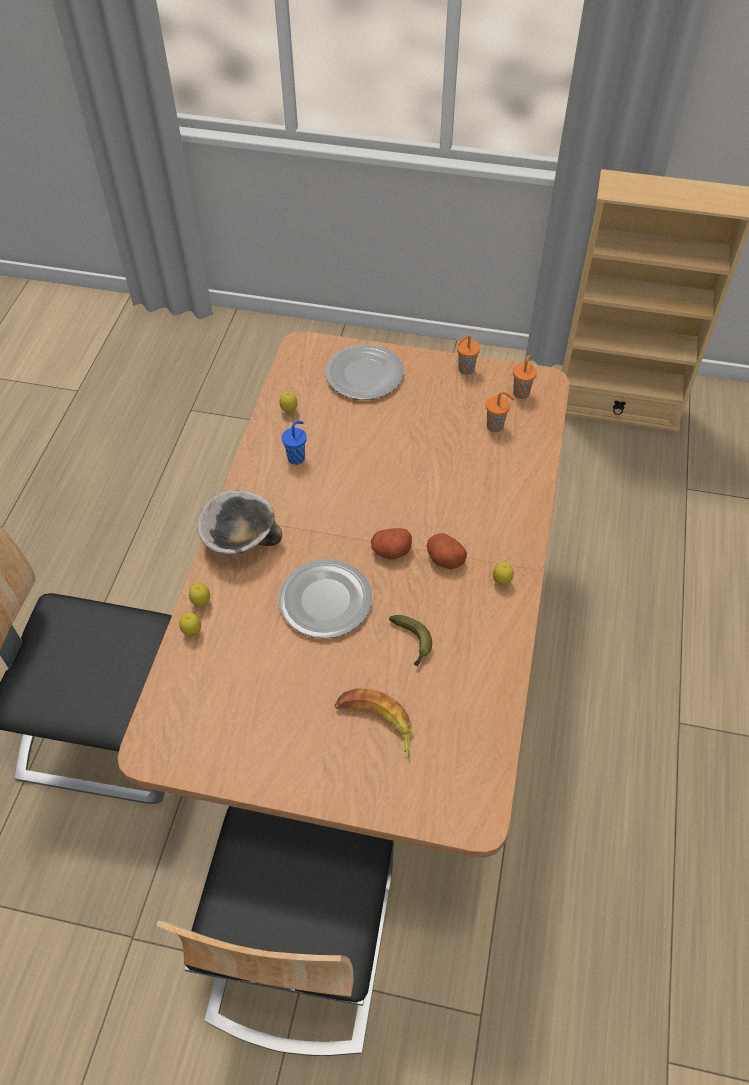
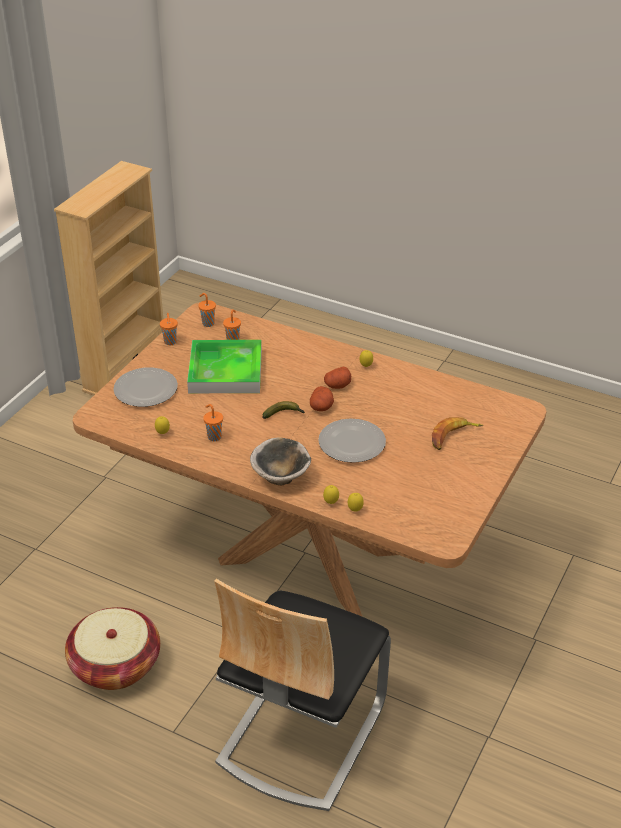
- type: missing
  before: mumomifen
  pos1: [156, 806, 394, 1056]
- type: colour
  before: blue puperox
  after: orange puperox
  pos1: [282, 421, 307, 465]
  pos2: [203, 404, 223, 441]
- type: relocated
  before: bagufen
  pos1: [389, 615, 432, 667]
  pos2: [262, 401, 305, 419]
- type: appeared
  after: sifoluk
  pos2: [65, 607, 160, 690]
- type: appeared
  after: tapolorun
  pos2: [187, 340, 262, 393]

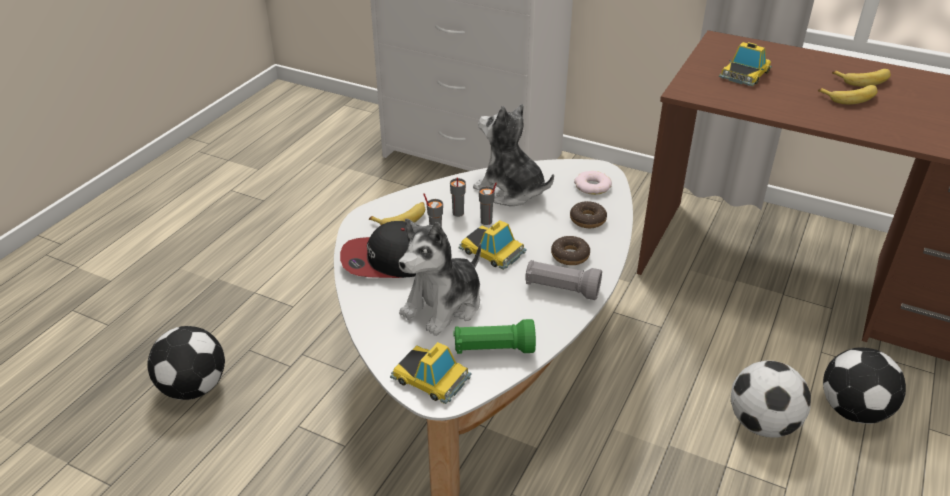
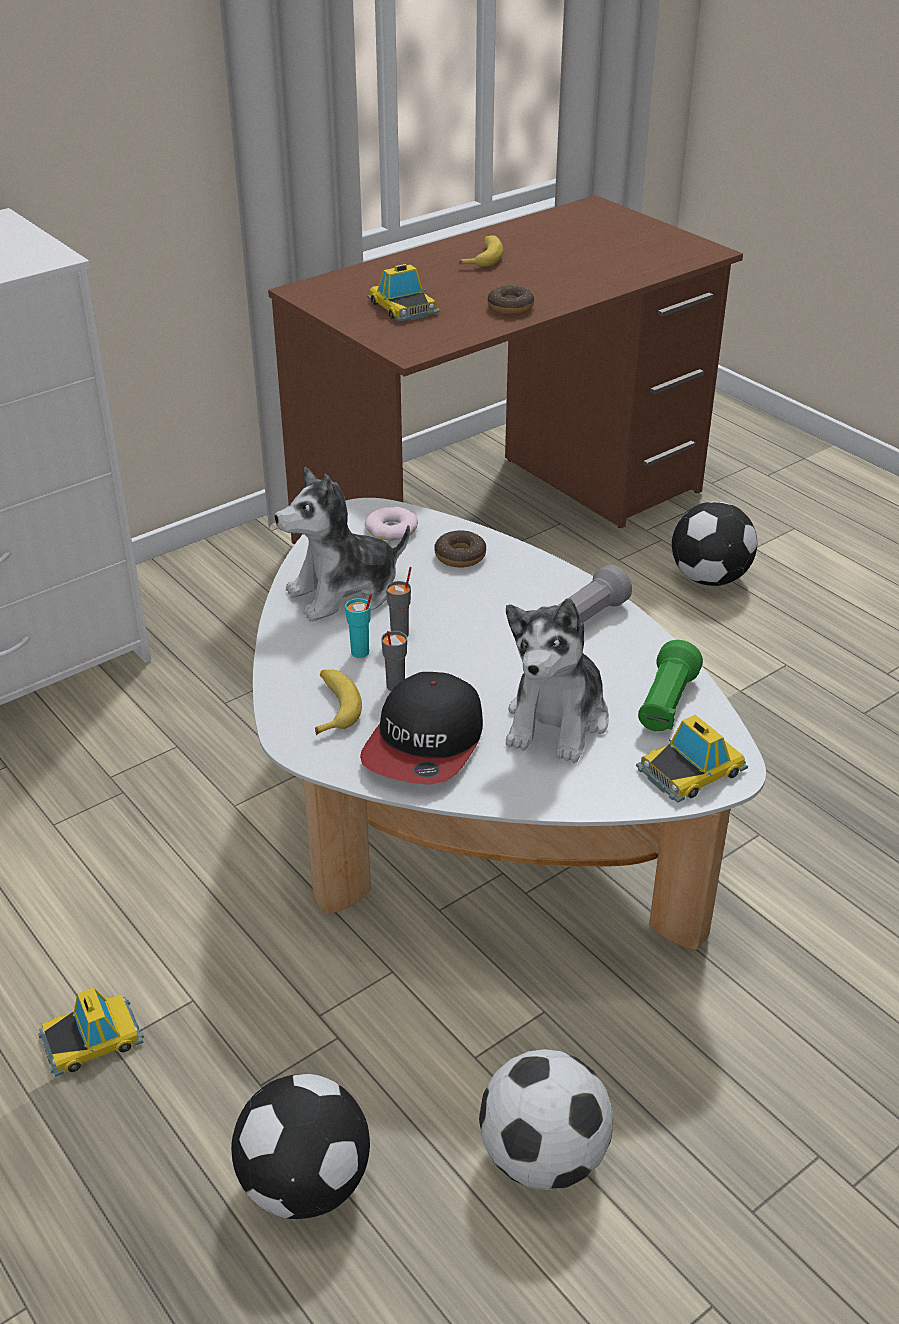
- type: spun
  before: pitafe
  pos1: [399, 219, 481, 336]
  pos2: [506, 598, 609, 763]
  turn: 45
- type: colour
  before: grey puperox
  after: turquoise puperox
  pos1: [450, 177, 466, 217]
  pos2: [345, 593, 372, 658]
- type: relocated
  before: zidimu
  pos1: [458, 220, 527, 270]
  pos2: [38, 987, 144, 1077]
- type: relocated
  before: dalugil
  pos1: [551, 236, 590, 265]
  pos2: [487, 285, 534, 315]
- type: relocated
  before: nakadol
  pos1: [731, 361, 811, 438]
  pos2: [479, 1049, 613, 1190]
- type: missing
  before: bagufen
  pos1: [818, 85, 878, 105]

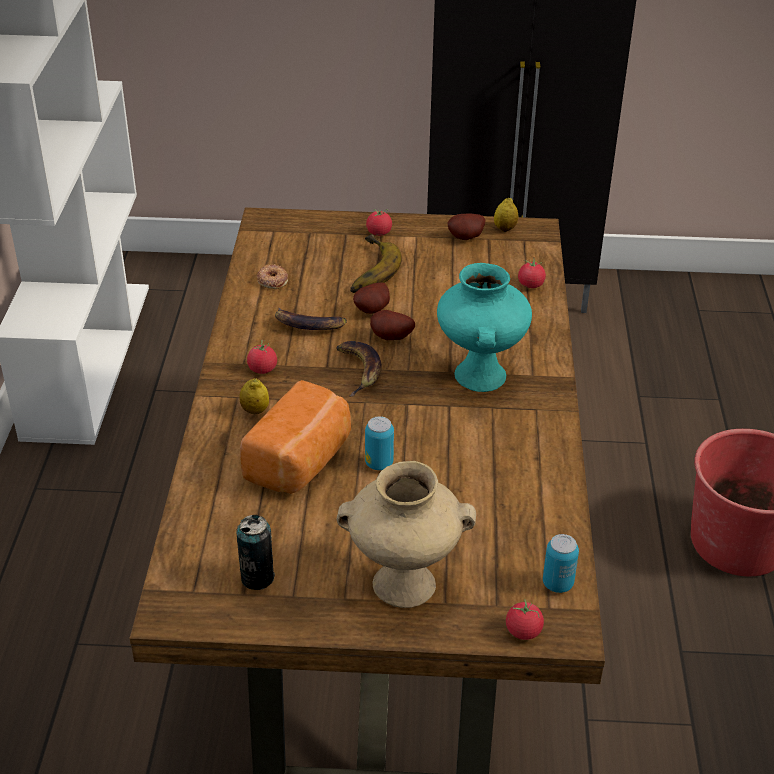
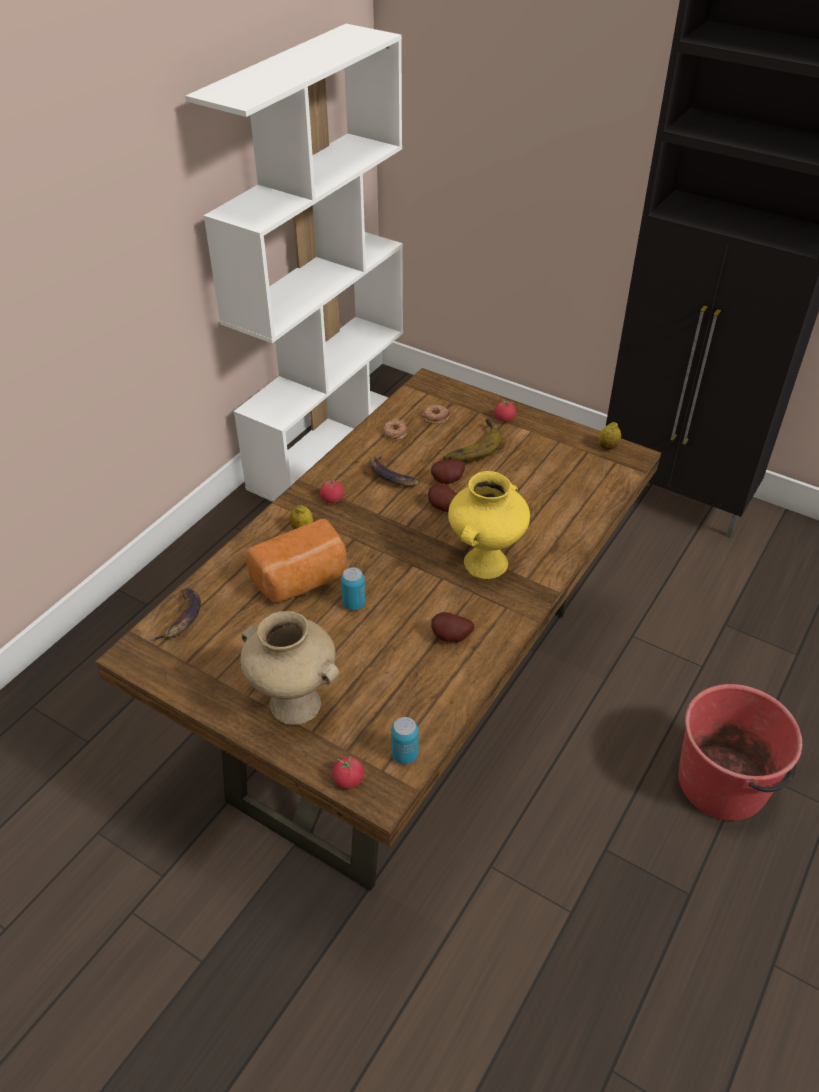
- type: missing
  before: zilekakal
  pos1: [236, 515, 275, 590]
- type: relocated
  before: bagufen
  pos1: [336, 341, 382, 397]
  pos2: [150, 588, 201, 641]
- type: colour
  before: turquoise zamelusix
  after: yellow zamelusix
  pos1: [437, 263, 532, 392]
  pos2: [448, 471, 530, 579]
- type: relocated
  before: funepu
  pos1: [448, 213, 485, 240]
  pos2: [431, 612, 474, 642]
- type: missing
  before: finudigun
  pos1: [518, 259, 546, 288]
- type: appeared
  after: dalugil
  pos2: [422, 404, 449, 424]

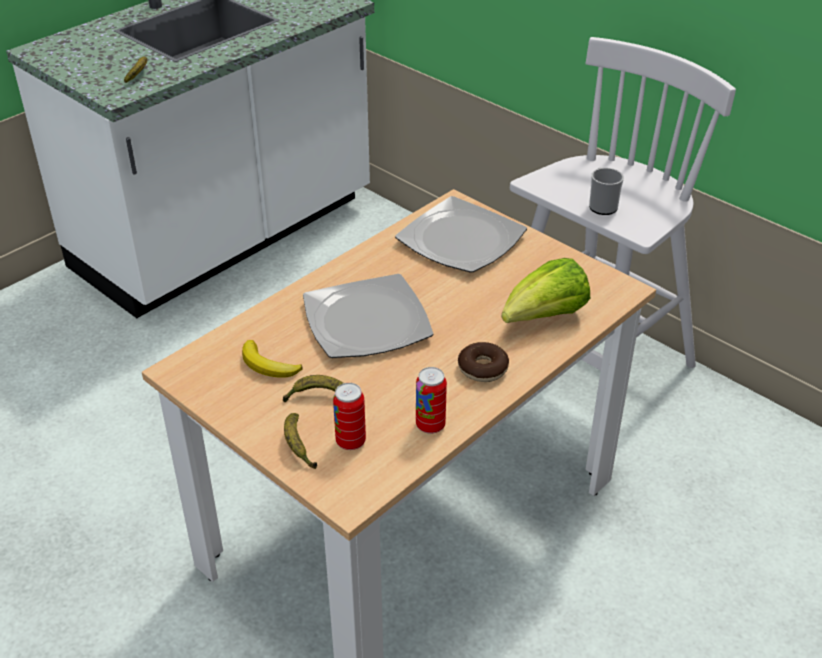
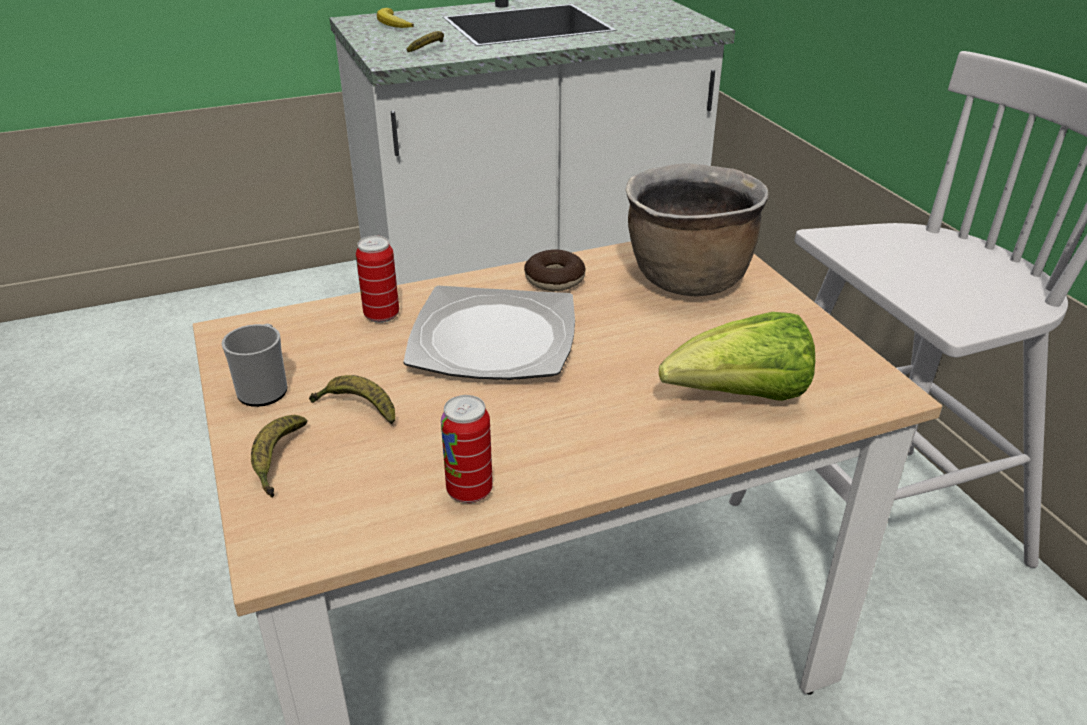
- type: relocated
  before: bagufen
  pos1: [242, 340, 303, 378]
  pos2: [377, 8, 414, 28]
- type: relocated
  before: zilekakal
  pos1: [333, 383, 366, 450]
  pos2: [356, 236, 399, 323]
- type: exchanged
  before: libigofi
  after: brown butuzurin
  pos1: [395, 196, 527, 272]
  pos2: [625, 163, 769, 296]
- type: relocated
  before: dalugil
  pos1: [458, 342, 509, 382]
  pos2: [524, 250, 586, 291]
- type: relocated
  before: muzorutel
  pos1: [589, 168, 624, 215]
  pos2: [222, 324, 287, 407]

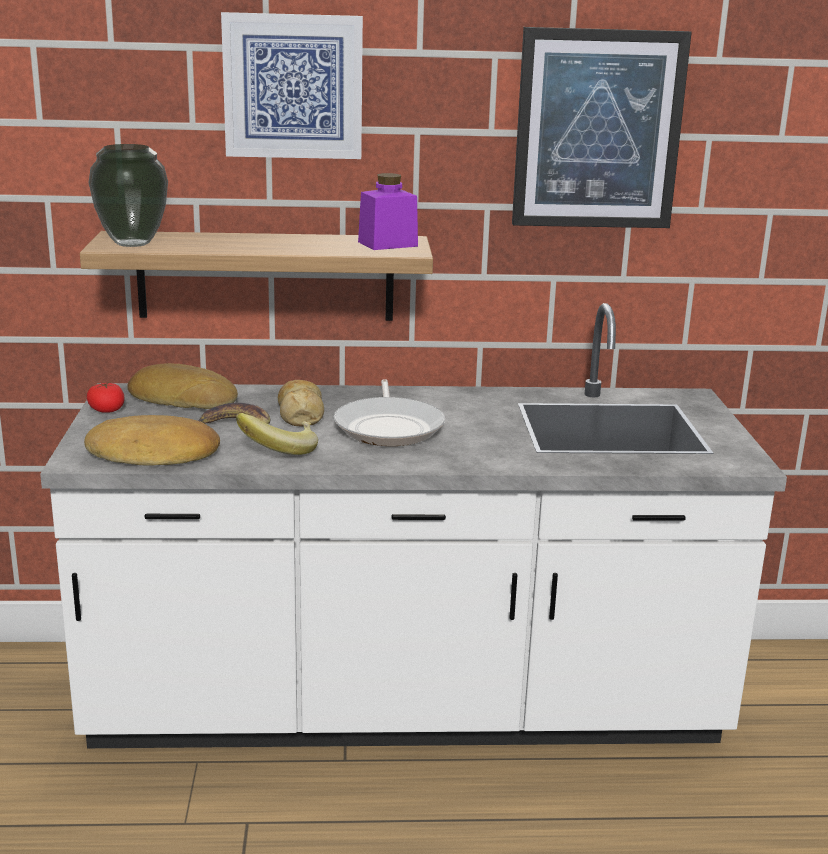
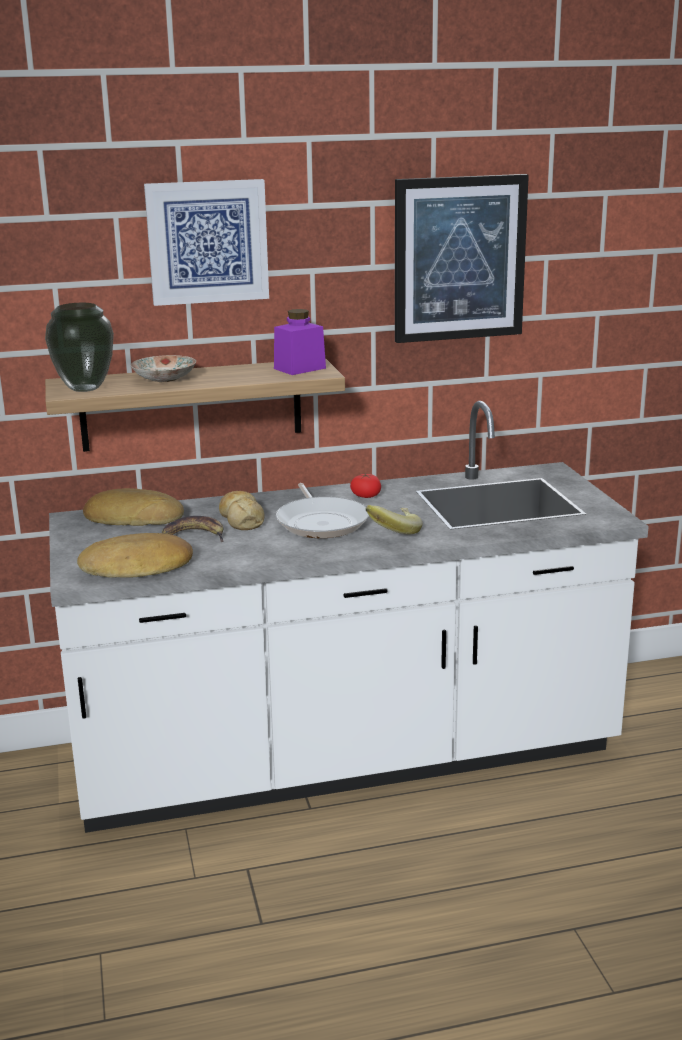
- type: relocated
  before: finudigun
  pos1: [87, 382, 125, 413]
  pos2: [350, 473, 381, 498]
- type: relocated
  before: bagufen
  pos1: [236, 413, 318, 455]
  pos2: [365, 505, 422, 535]
- type: appeared
  after: libigofi
  pos2: [131, 355, 196, 382]

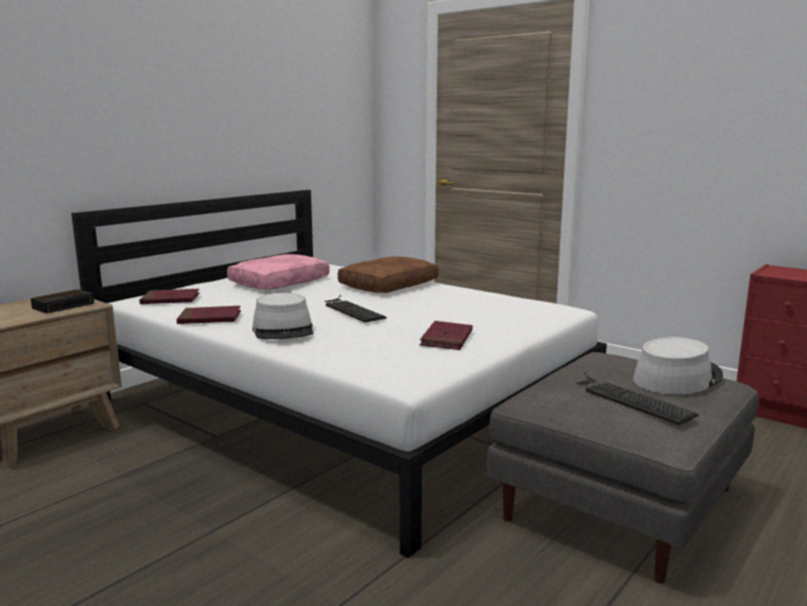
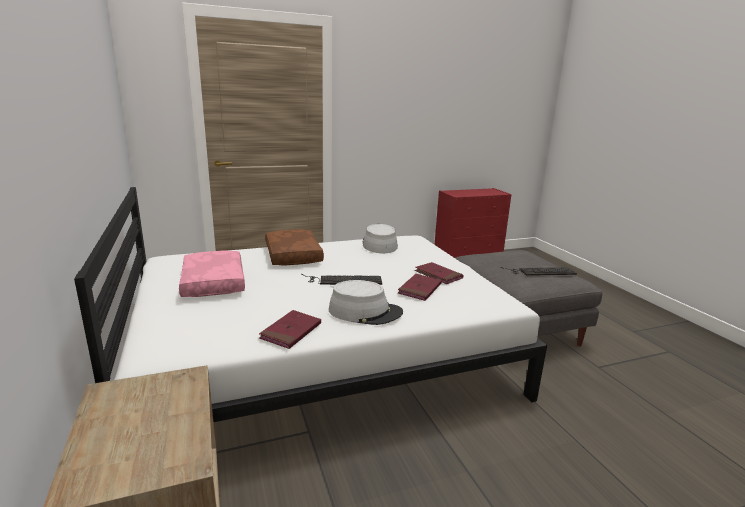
- type: missing
  before: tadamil
  pos1: [31, 289, 94, 314]
- type: relocated
  before: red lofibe
  pos1: [139, 289, 200, 304]
  pos2: [398, 274, 442, 301]
- type: relocated
  before: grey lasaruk
  pos1: [633, 337, 723, 395]
  pos2: [363, 224, 398, 253]

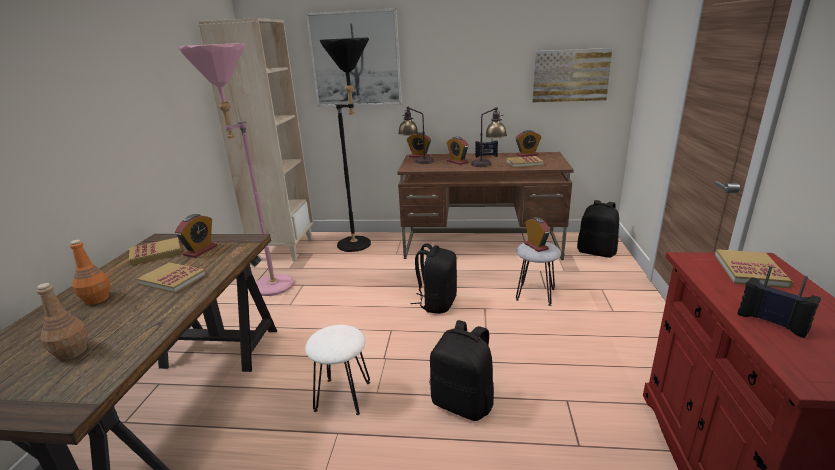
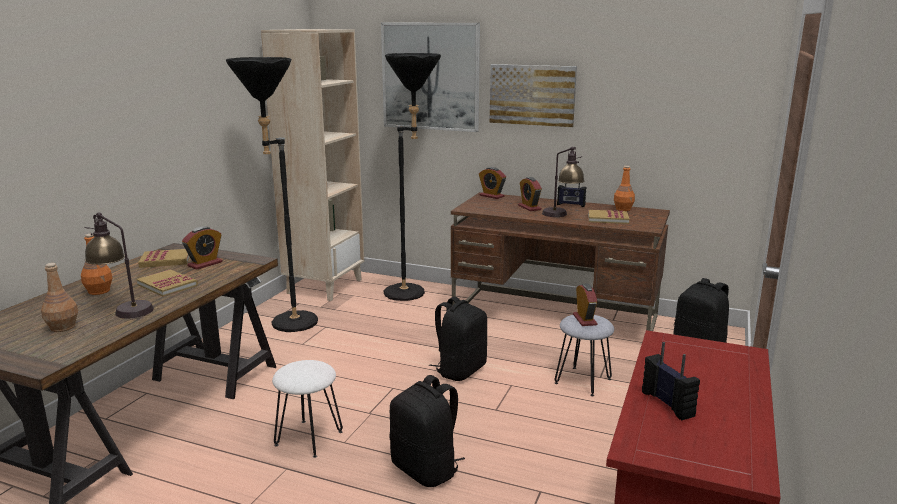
- type: colour
  before: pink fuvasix
  after: black fuvasix
  pos1: [178, 43, 294, 296]
  pos2: [226, 57, 318, 332]
- type: relocated
  before: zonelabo
  pos1: [398, 107, 434, 164]
  pos2: [85, 212, 154, 318]
- type: exchanged
  before: tadamil
  after: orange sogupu
  pos1: [516, 130, 541, 157]
  pos2: [614, 166, 635, 211]
- type: relocated
  before: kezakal
  pos1: [532, 48, 613, 102]
  pos2: [489, 64, 577, 127]
- type: missing
  before: lofibe
  pos1: [715, 249, 793, 289]

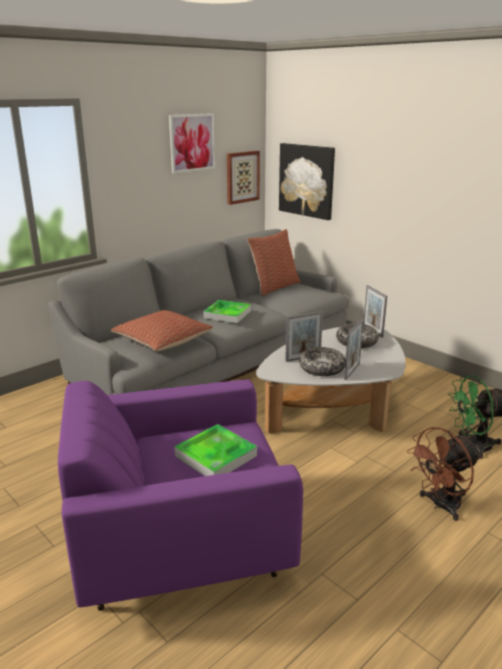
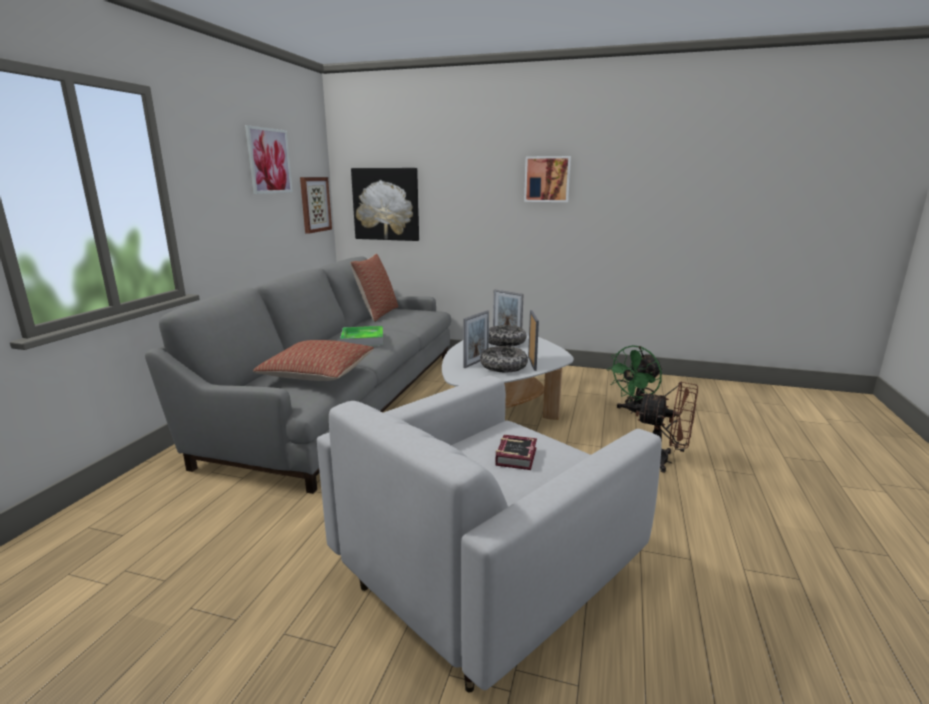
- type: colour
  before: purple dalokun
  after: white dalokun
  pos1: [58, 379, 303, 611]
  pos2: [317, 375, 662, 693]
- type: exchanged
  before: tapolorun
  after: lofibe
  pos1: [174, 424, 257, 476]
  pos2: [495, 435, 537, 470]
- type: spun
  before: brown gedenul
  pos1: [407, 427, 481, 521]
  pos2: [635, 382, 698, 473]
  turn: -90
- type: appeared
  after: kezakal
  pos2: [524, 156, 571, 202]

